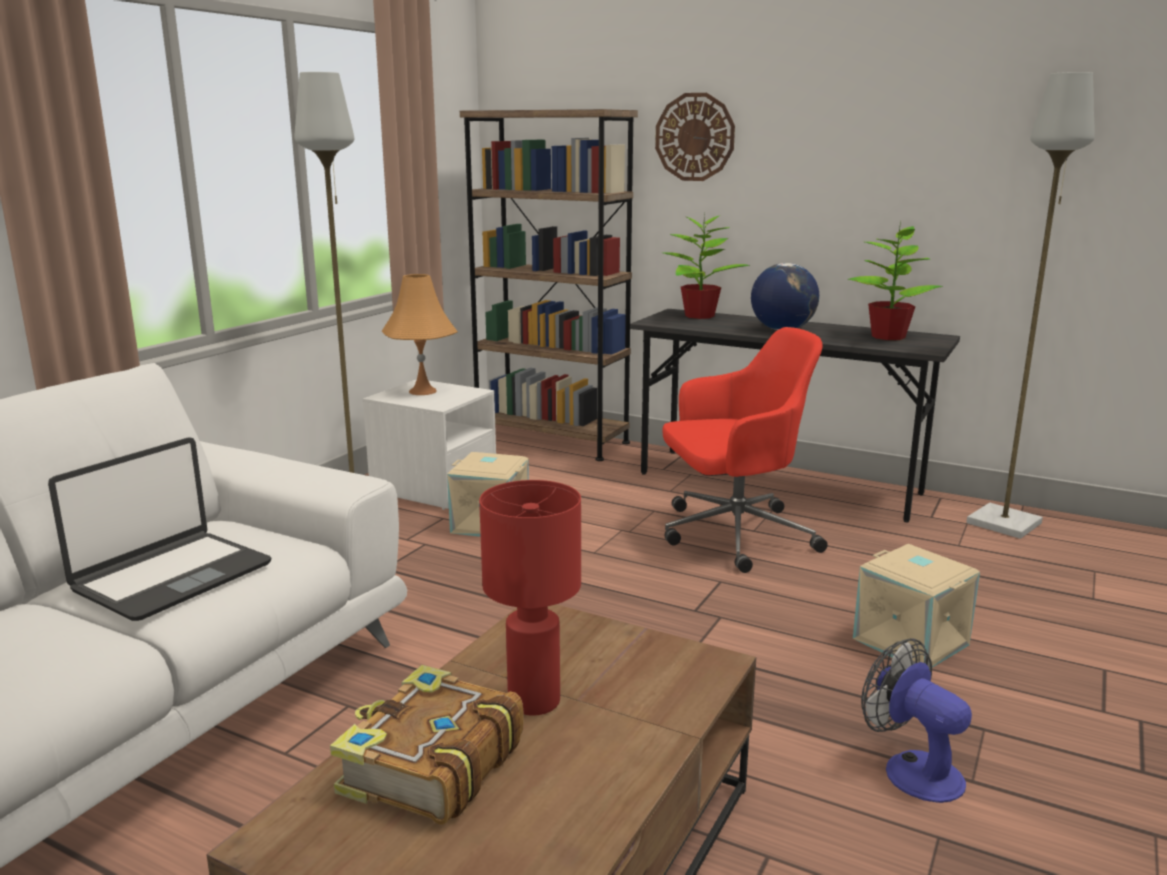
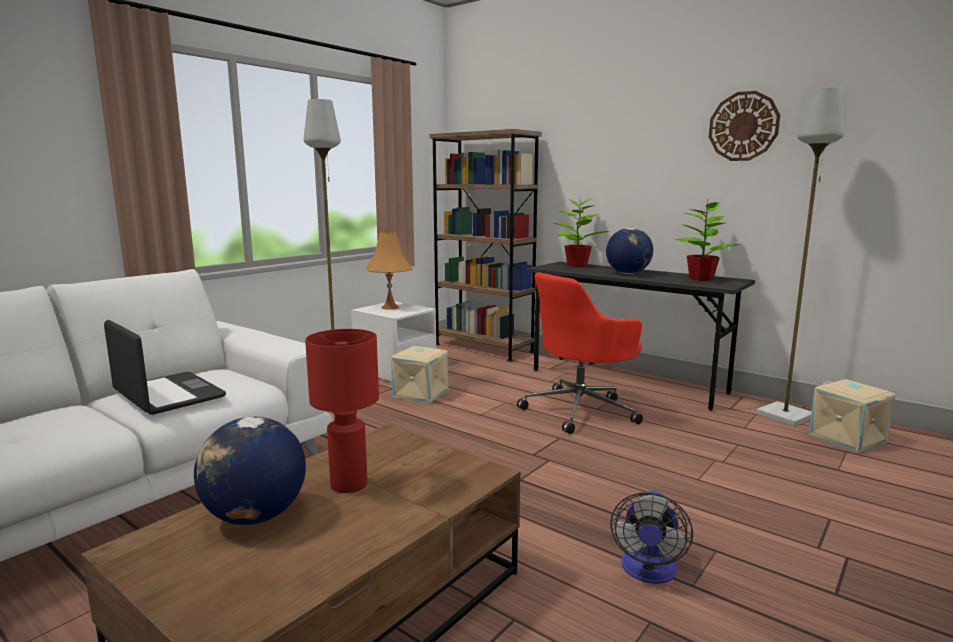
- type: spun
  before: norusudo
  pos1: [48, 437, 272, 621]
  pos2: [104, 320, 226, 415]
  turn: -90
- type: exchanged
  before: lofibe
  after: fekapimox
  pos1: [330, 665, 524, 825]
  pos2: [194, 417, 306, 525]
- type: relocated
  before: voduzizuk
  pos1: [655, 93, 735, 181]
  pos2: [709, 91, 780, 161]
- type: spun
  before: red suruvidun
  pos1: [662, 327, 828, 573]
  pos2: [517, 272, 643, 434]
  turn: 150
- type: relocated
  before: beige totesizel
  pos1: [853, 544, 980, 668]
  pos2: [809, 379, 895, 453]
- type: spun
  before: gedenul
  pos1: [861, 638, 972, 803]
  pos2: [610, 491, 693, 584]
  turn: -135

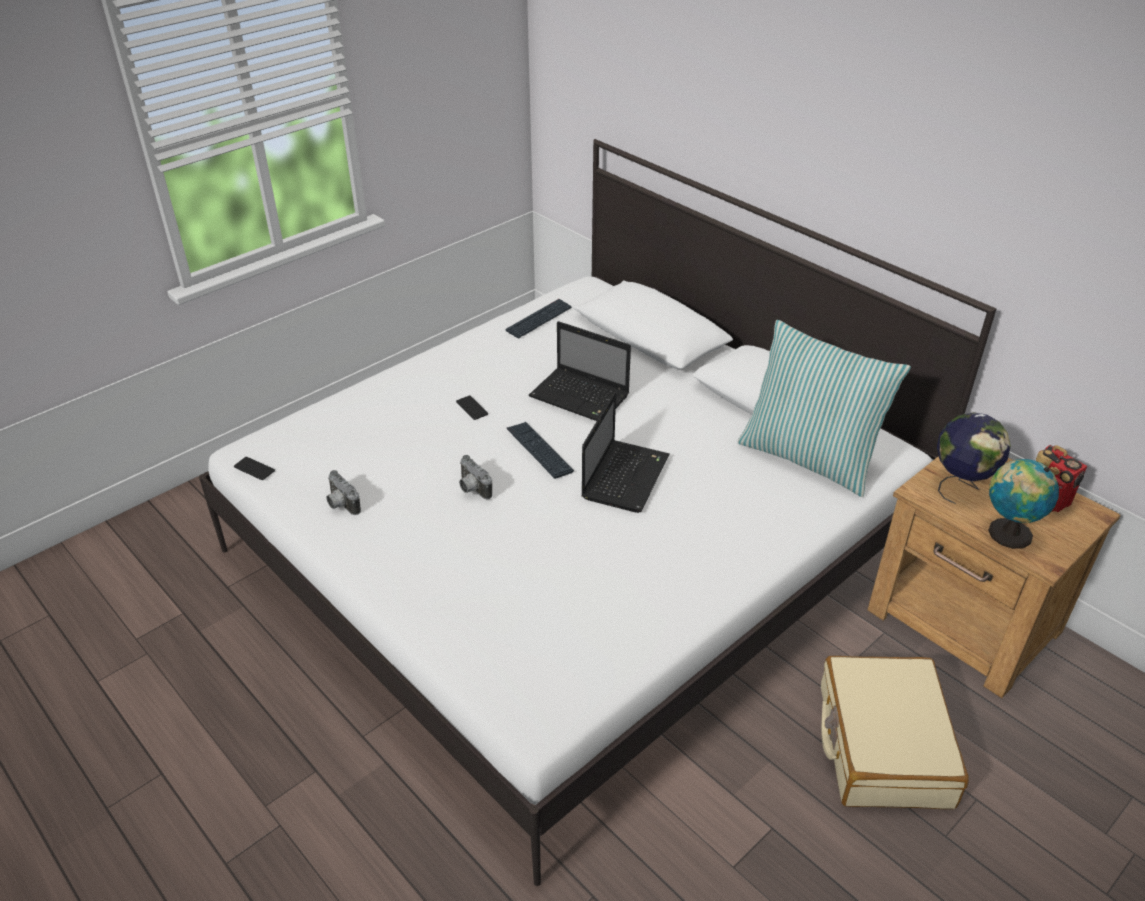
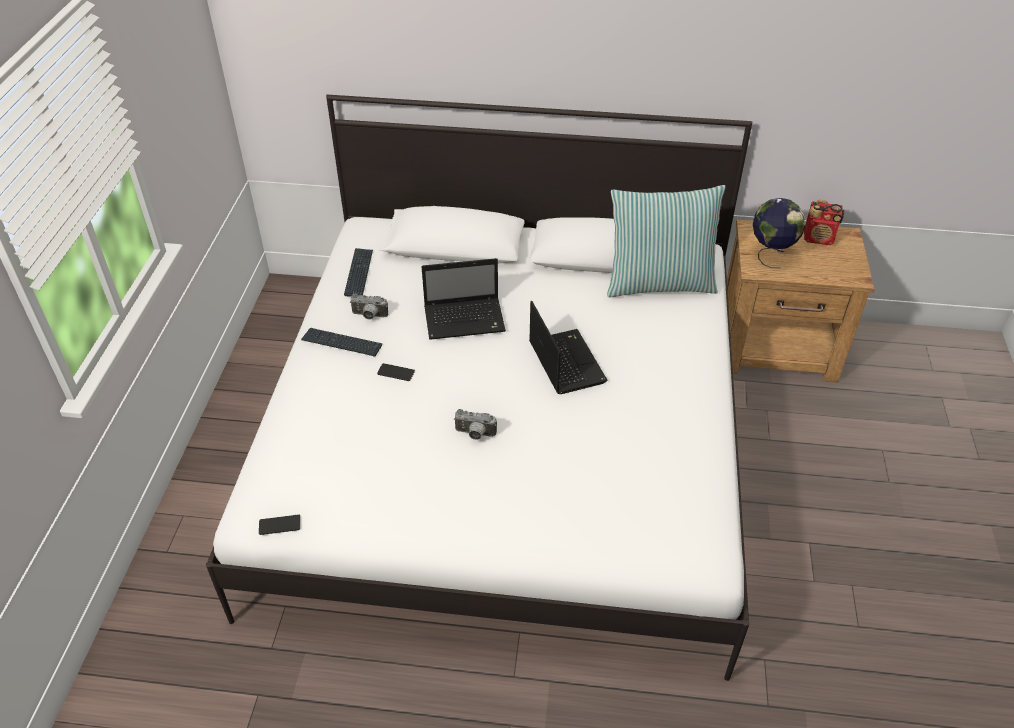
- type: relocated
  before: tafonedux
  pos1: [326, 470, 361, 515]
  pos2: [350, 293, 388, 320]
- type: relocated
  before: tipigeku
  pos1: [507, 422, 574, 479]
  pos2: [301, 328, 382, 357]
- type: missing
  before: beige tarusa
  pos1: [821, 656, 969, 809]
- type: missing
  before: fekapimox
  pos1: [988, 459, 1059, 549]

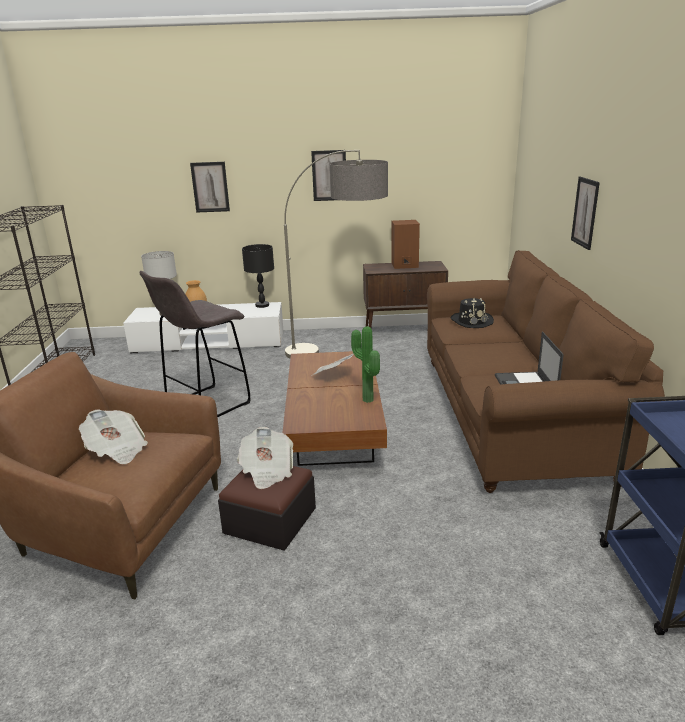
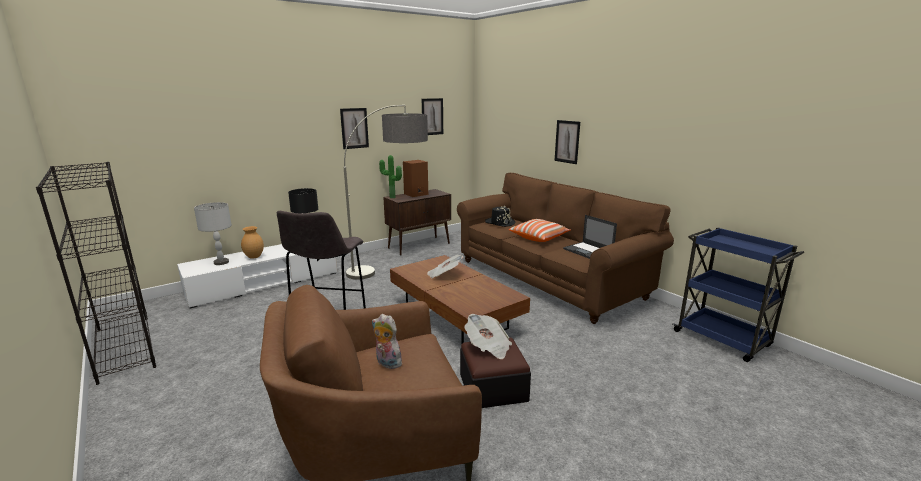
- type: exchanged
  before: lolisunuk
  after: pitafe
  pos1: [79, 409, 148, 464]
  pos2: [372, 314, 402, 369]
- type: relocated
  before: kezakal
  pos1: [190, 162, 230, 213]
  pos2: [422, 98, 443, 135]
- type: relocated
  before: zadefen
  pos1: [351, 326, 380, 403]
  pos2: [379, 155, 402, 198]
- type: appeared
  after: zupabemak
  pos2: [509, 219, 571, 242]

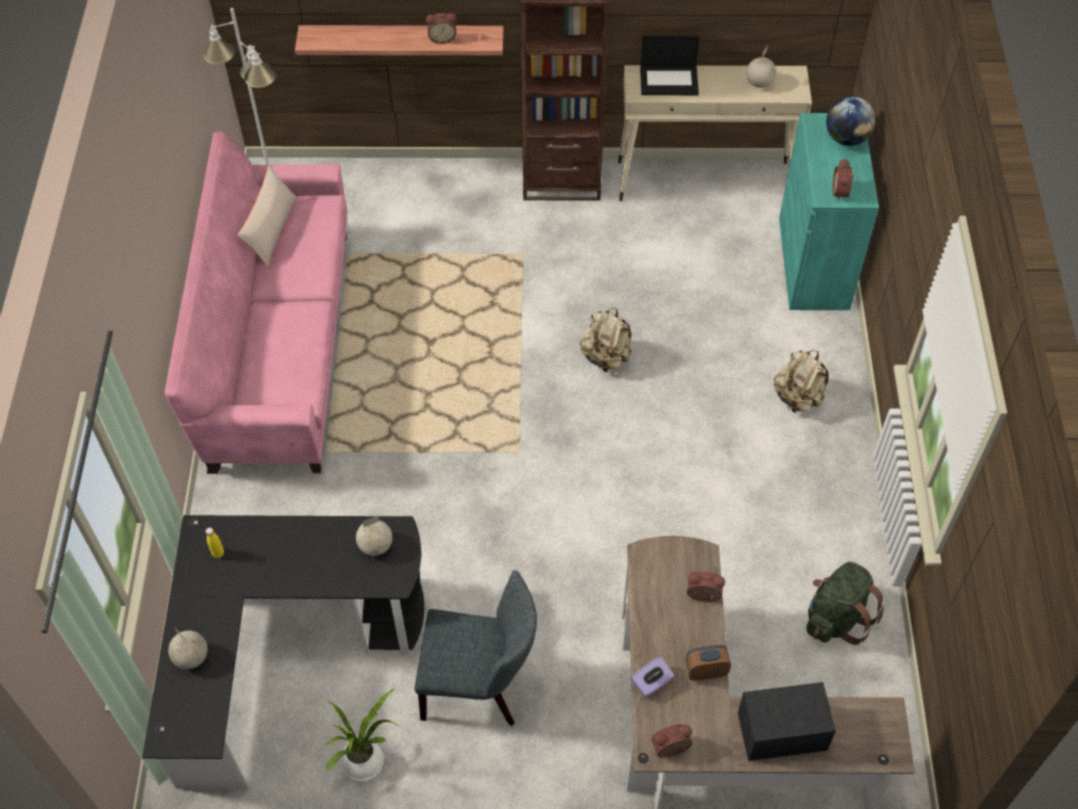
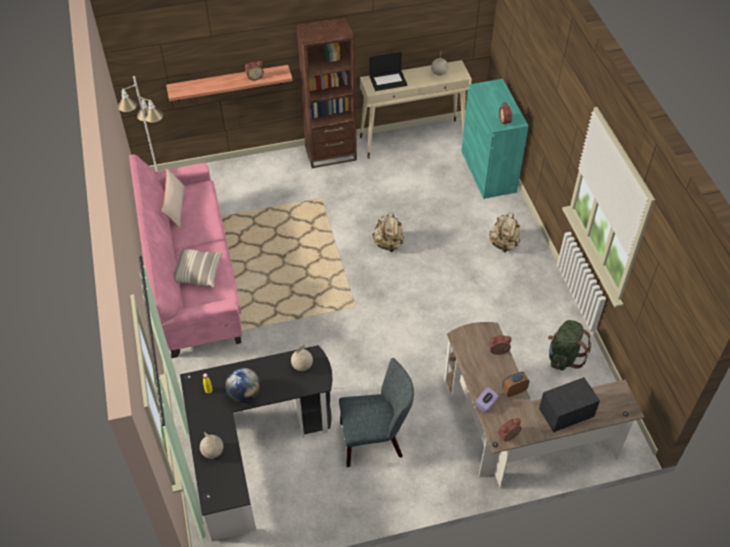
- type: missing
  before: zadefen
  pos1: [326, 689, 401, 781]
- type: relocated
  before: fekapimox
  pos1: [826, 96, 876, 146]
  pos2: [225, 367, 260, 403]
- type: appeared
  after: zupabemak
  pos2: [173, 249, 222, 287]

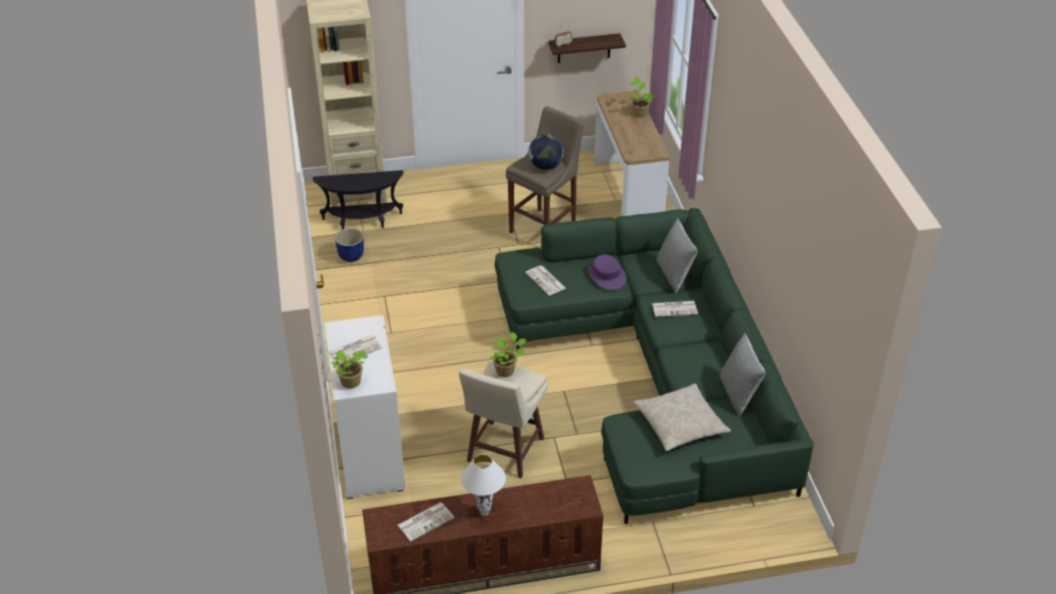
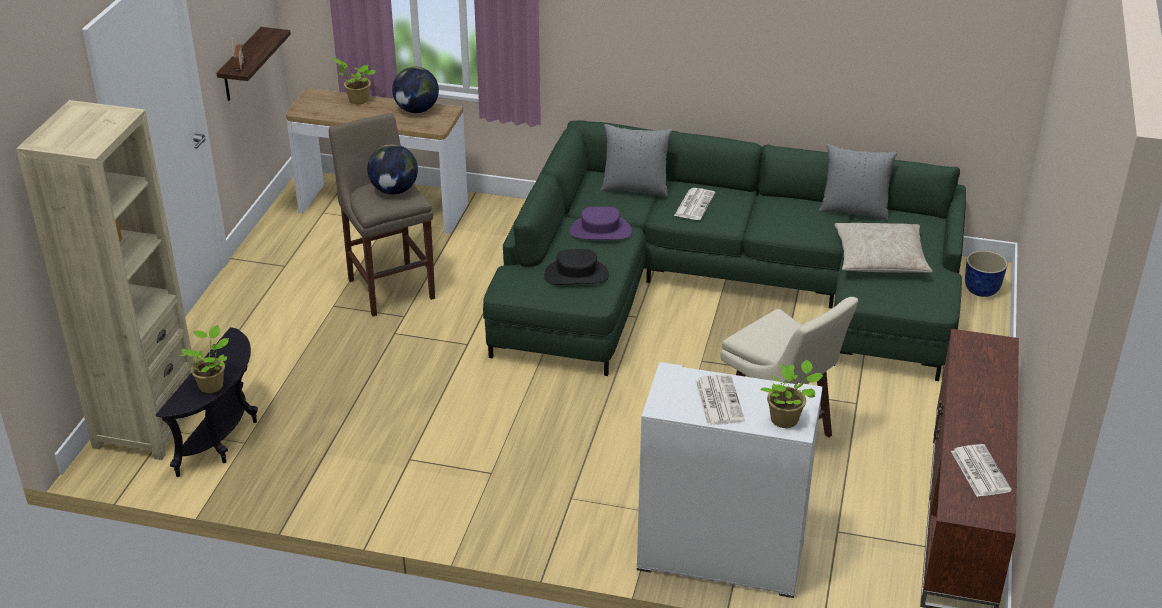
- type: relocated
  before: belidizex
  pos1: [335, 228, 364, 262]
  pos2: [965, 251, 1008, 297]
- type: missing
  before: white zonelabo
  pos1: [461, 454, 506, 516]
- type: relocated
  before: zadefen
  pos1: [490, 332, 526, 377]
  pos2: [180, 325, 229, 393]
- type: exchanged
  before: lolisunuk
  after: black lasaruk
  pos1: [525, 266, 566, 295]
  pos2: [544, 249, 609, 285]
- type: appeared
  after: fekapimox
  pos2: [392, 67, 439, 113]

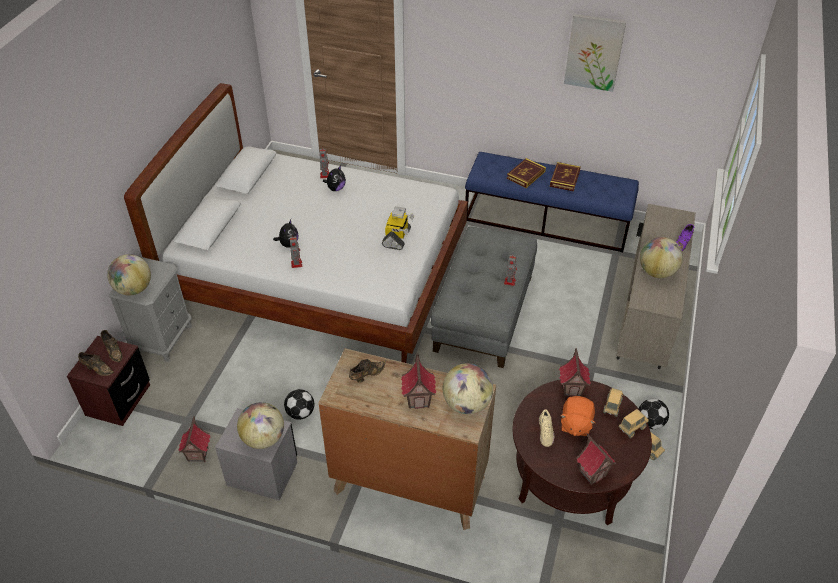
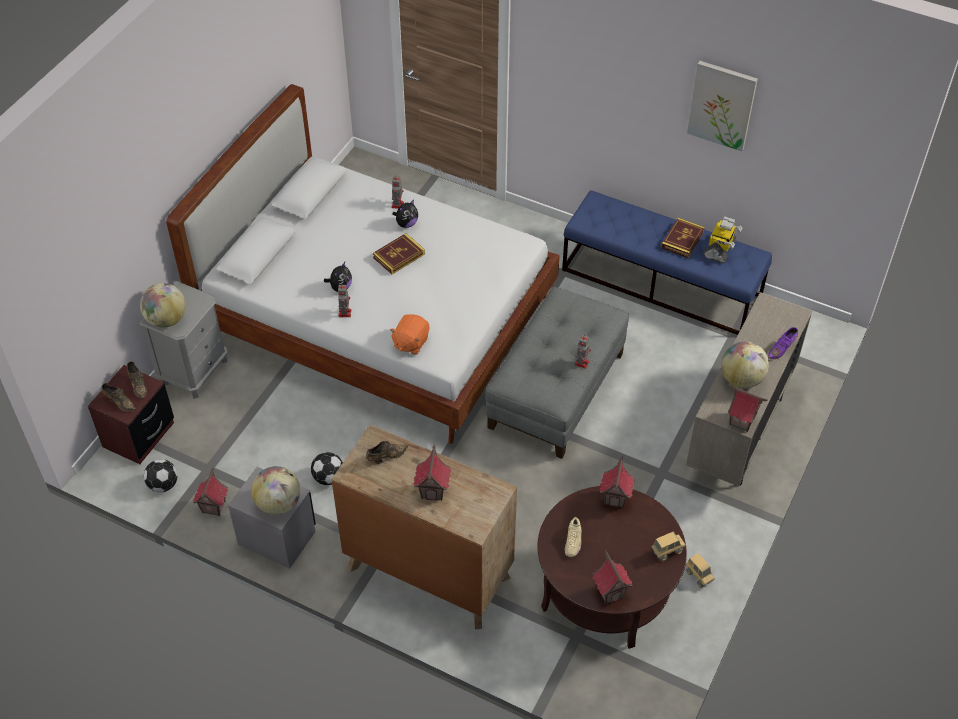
- type: relocated
  before: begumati
  pos1: [382, 206, 414, 250]
  pos2: [704, 216, 742, 263]
- type: missing
  before: fekapimox
  pos1: [443, 363, 493, 414]
- type: relocated
  before: lofibe
  pos1: [507, 158, 546, 188]
  pos2: [373, 233, 425, 274]
- type: relocated
  before: orange pitafe
  pos1: [560, 396, 595, 436]
  pos2: [390, 314, 429, 355]
- type: missing
  before: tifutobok
  pos1: [603, 388, 624, 417]
- type: relocated
  before: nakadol
  pos1: [639, 399, 669, 429]
  pos2: [144, 459, 178, 492]
- type: appeared
  after: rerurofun
  pos2: [728, 385, 767, 432]

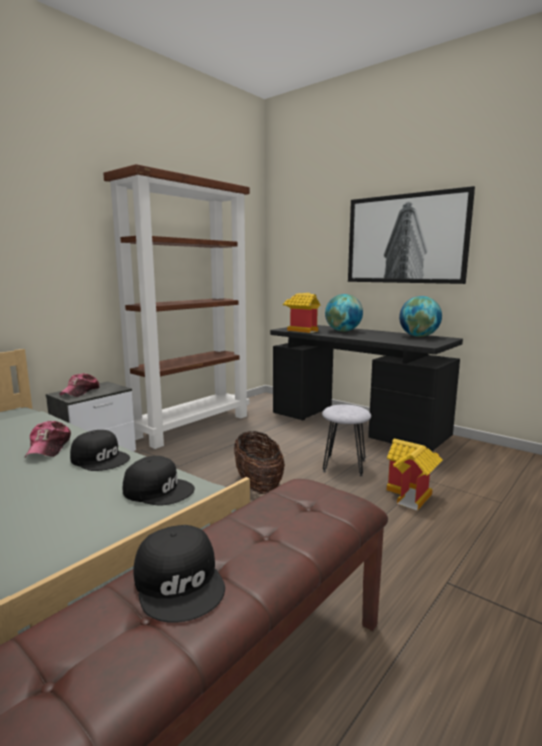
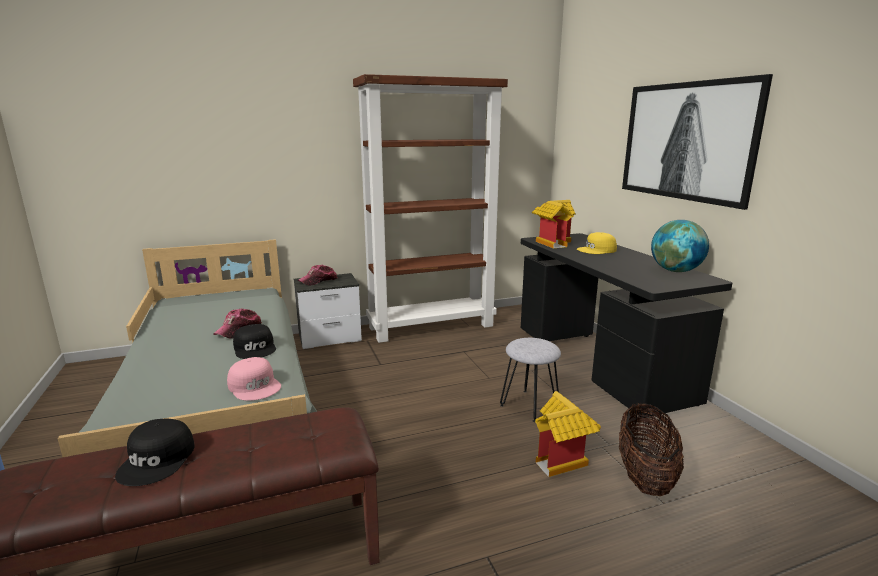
- type: colour
  before: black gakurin
  after: pink gakurin
  pos1: [123, 456, 195, 506]
  pos2: [227, 357, 281, 401]
- type: relocated
  before: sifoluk
  pos1: [234, 431, 285, 494]
  pos2: [619, 403, 684, 496]
- type: exchanged
  before: fekapimox
  after: yellow gakurin
  pos1: [325, 294, 363, 332]
  pos2: [577, 232, 617, 254]

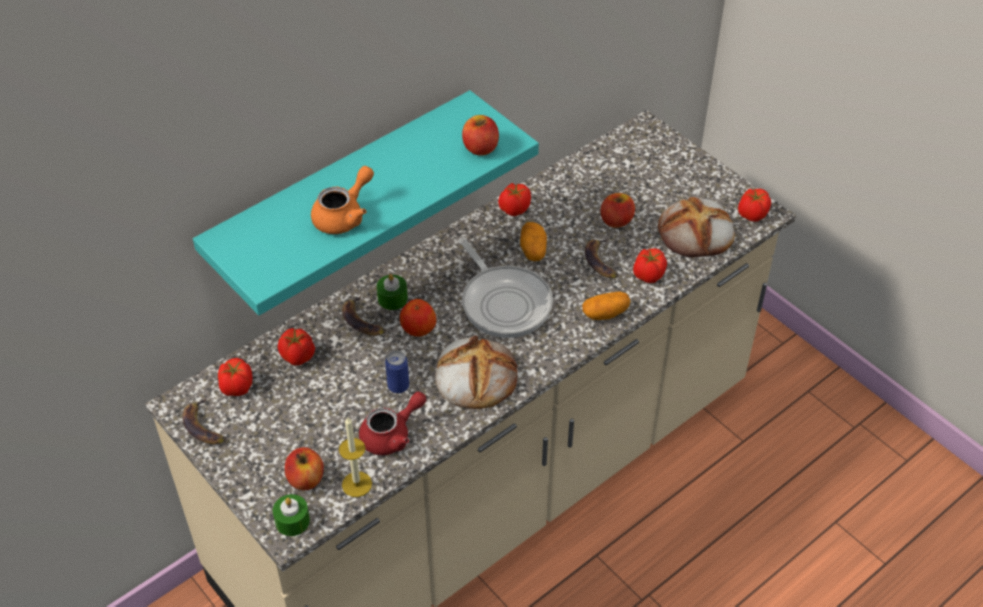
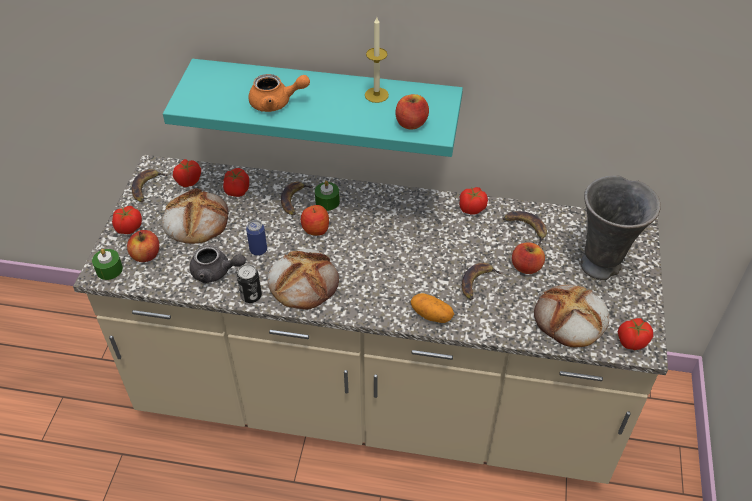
- type: relocated
  before: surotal
  pos1: [339, 417, 372, 497]
  pos2: [365, 17, 389, 103]
- type: colour
  before: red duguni
  after: grey duguni
  pos1: [359, 392, 426, 455]
  pos2: [189, 245, 246, 283]
- type: missing
  before: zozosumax
  pos1: [458, 237, 553, 338]
- type: missing
  before: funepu
  pos1: [520, 222, 547, 261]
- type: relocated
  before: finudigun
  pos1: [633, 248, 667, 283]
  pos2: [112, 206, 142, 234]
- type: appeared
  after: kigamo
  pos2: [162, 188, 228, 244]
- type: appeared
  after: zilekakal
  pos2: [237, 264, 262, 303]
- type: appeared
  after: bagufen
  pos2: [503, 211, 547, 246]
- type: appeared
  after: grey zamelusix
  pos2: [581, 175, 661, 280]

